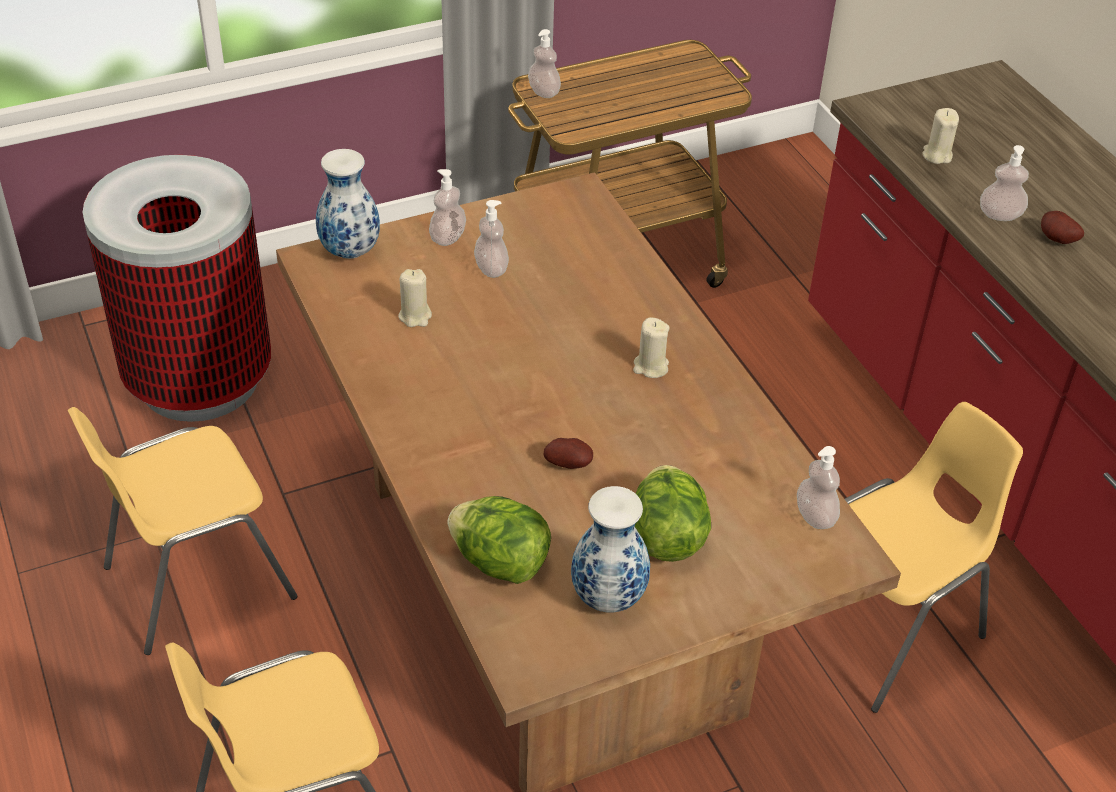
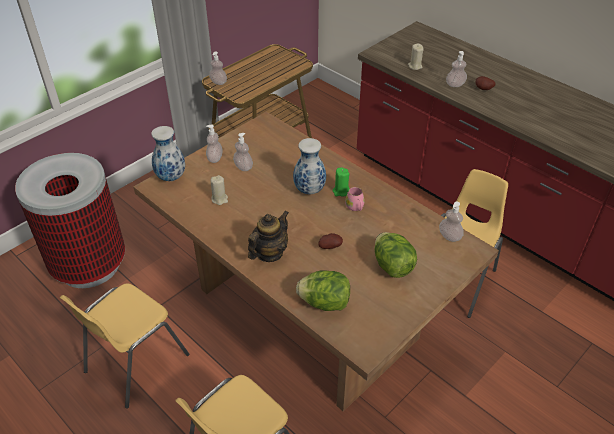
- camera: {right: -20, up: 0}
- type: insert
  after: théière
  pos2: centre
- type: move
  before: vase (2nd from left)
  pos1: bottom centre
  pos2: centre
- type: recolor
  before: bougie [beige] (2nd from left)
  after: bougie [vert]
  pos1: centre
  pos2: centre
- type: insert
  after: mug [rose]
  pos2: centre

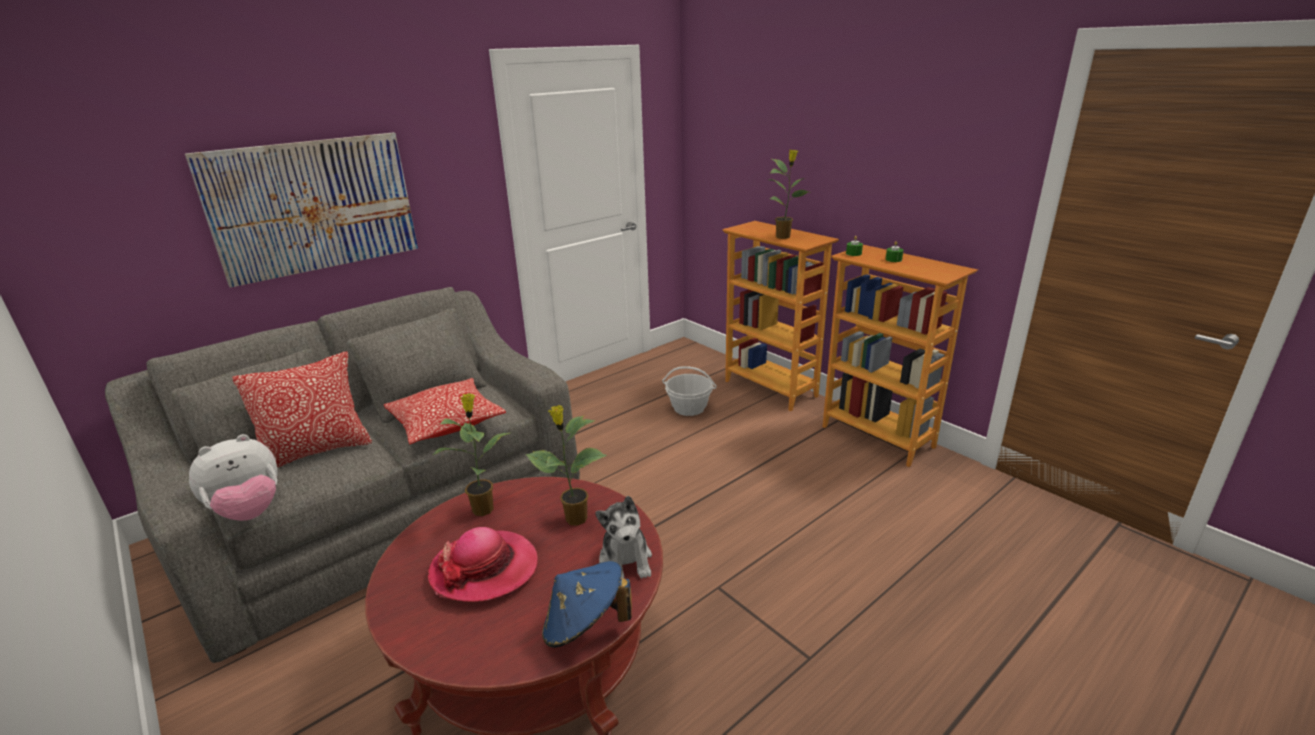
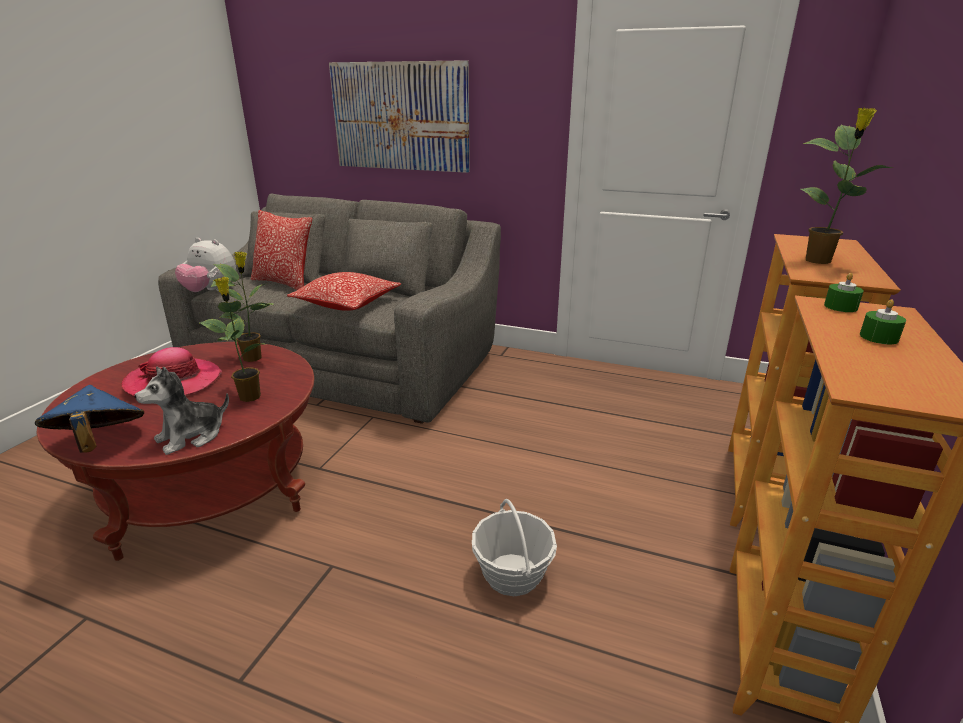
- camera: {right: 60, up: 0}
- type: move
  before: panier
  pos1: centre
  pos2: bottom centre

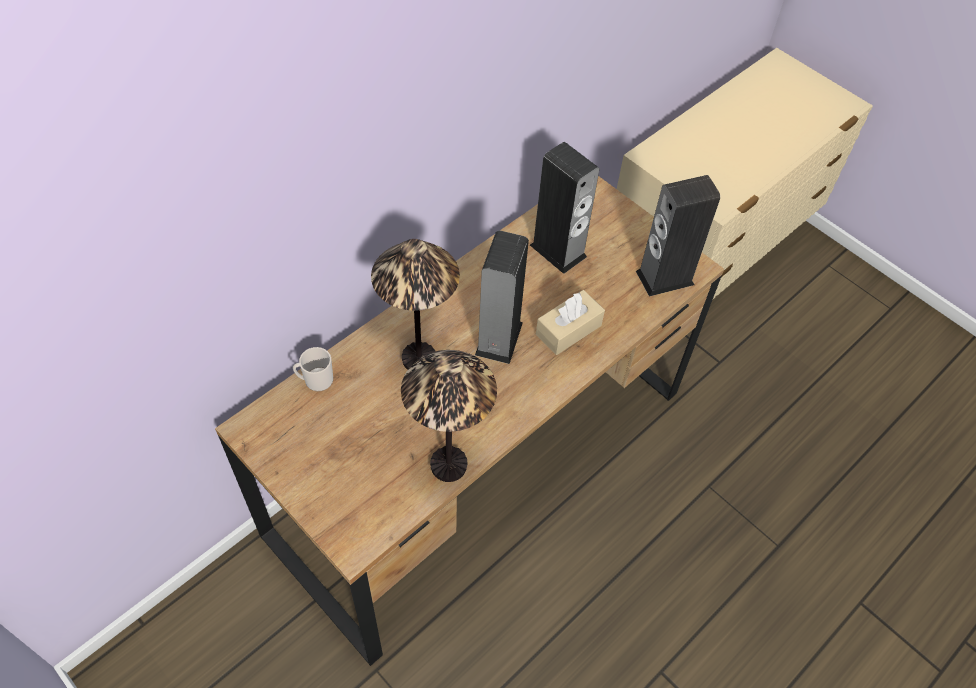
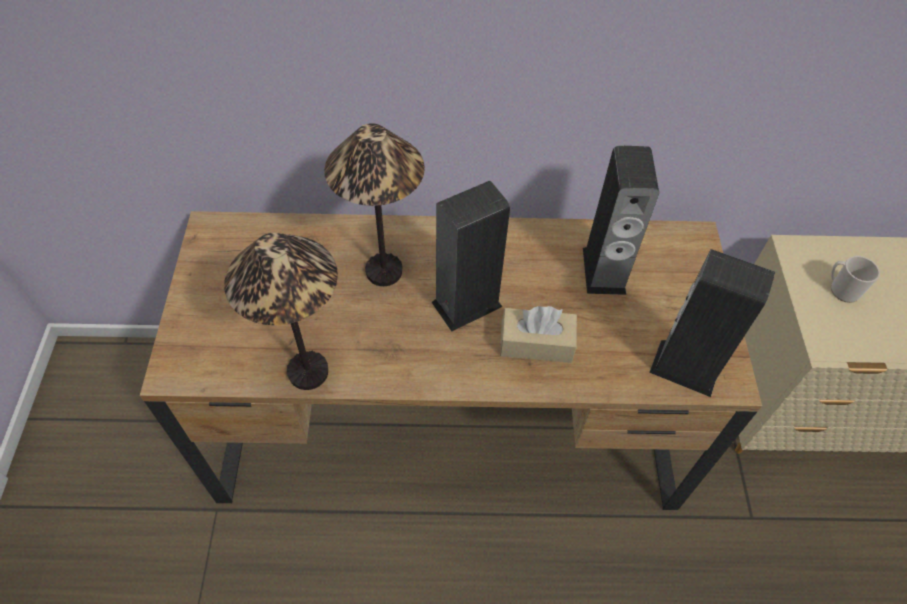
- camera: {right: 45, up: 0}
- type: move
  before: mug
  pos1: middle left
  pos2: middle right

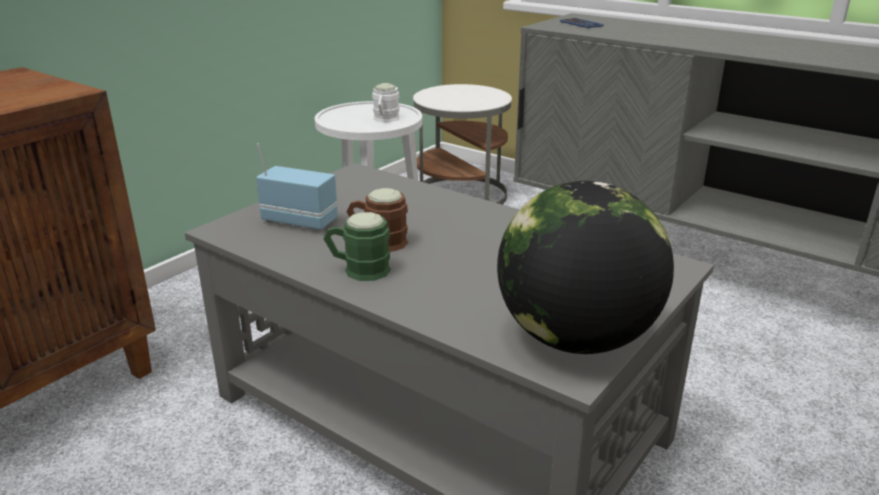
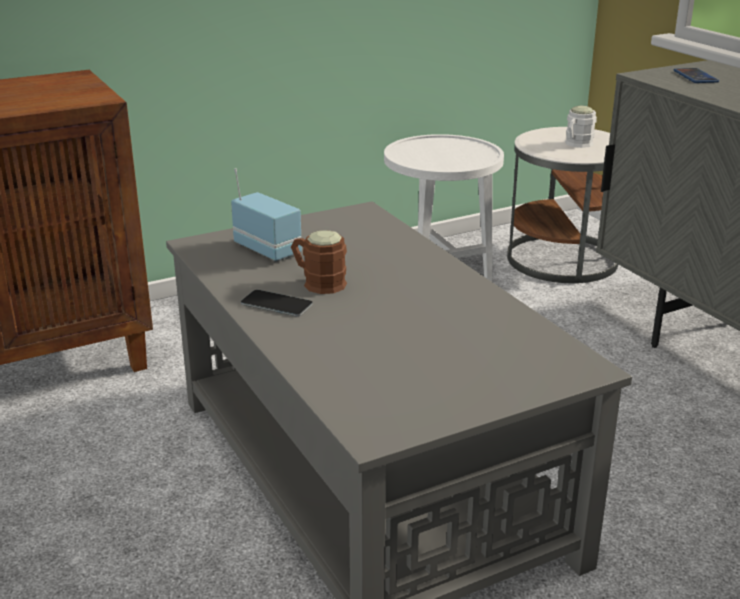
- camera: {right: 25, up: 0}
- type: replace
  before: mug [vert]
  after: téléphone (1st from left)
  pos1: centre
  pos2: centre
- type: move
  before: mug [blanc]
  pos1: top centre
  pos2: top right
- type: delete
  before: globe
  pos1: centre

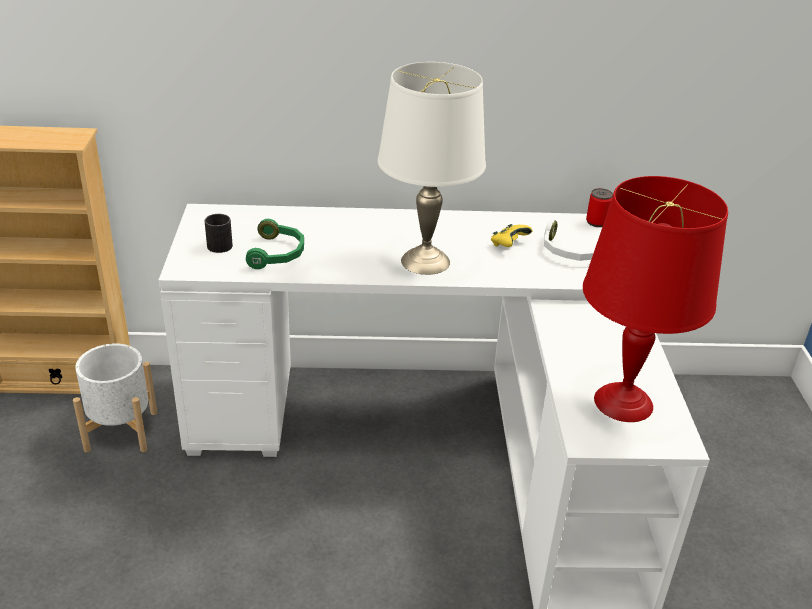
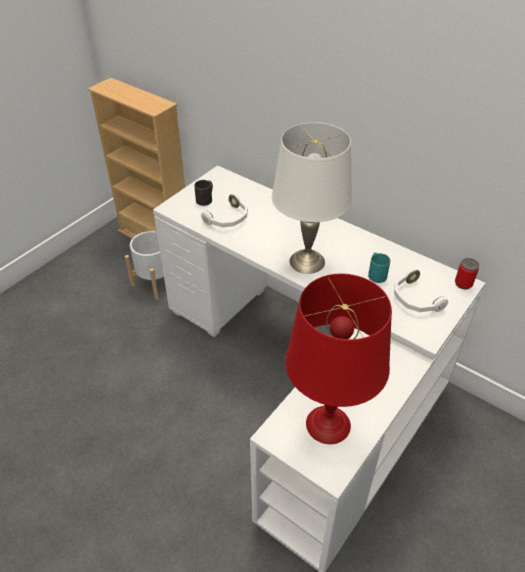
- camera: {right: 40, up: 10}
- type: recolor
  before: casque audio [vert]
  after: casque audio [blanc] (1st from left)
  pos1: centre
  pos2: centre
- type: replace
  before: manette [jaune]
  after: mug [turquoise]
  pos1: centre
  pos2: middle right

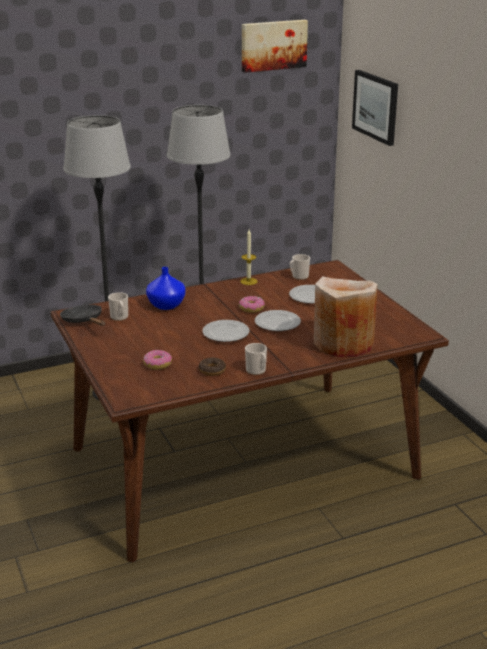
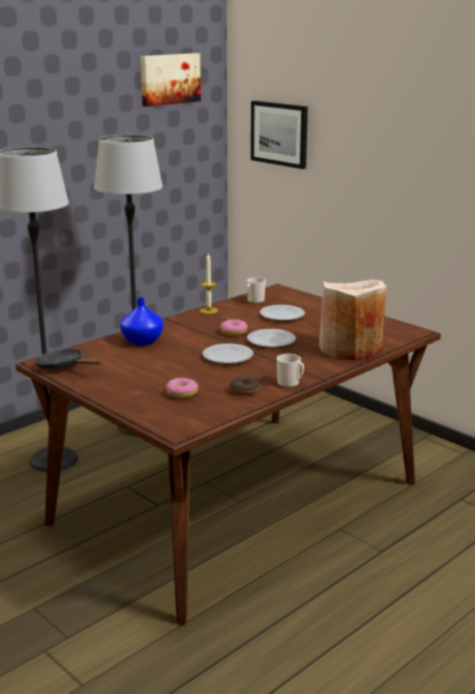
- camera: {right: -20, up: -5}
- type: delete
  before: mug (1st from left)
  pos1: middle left

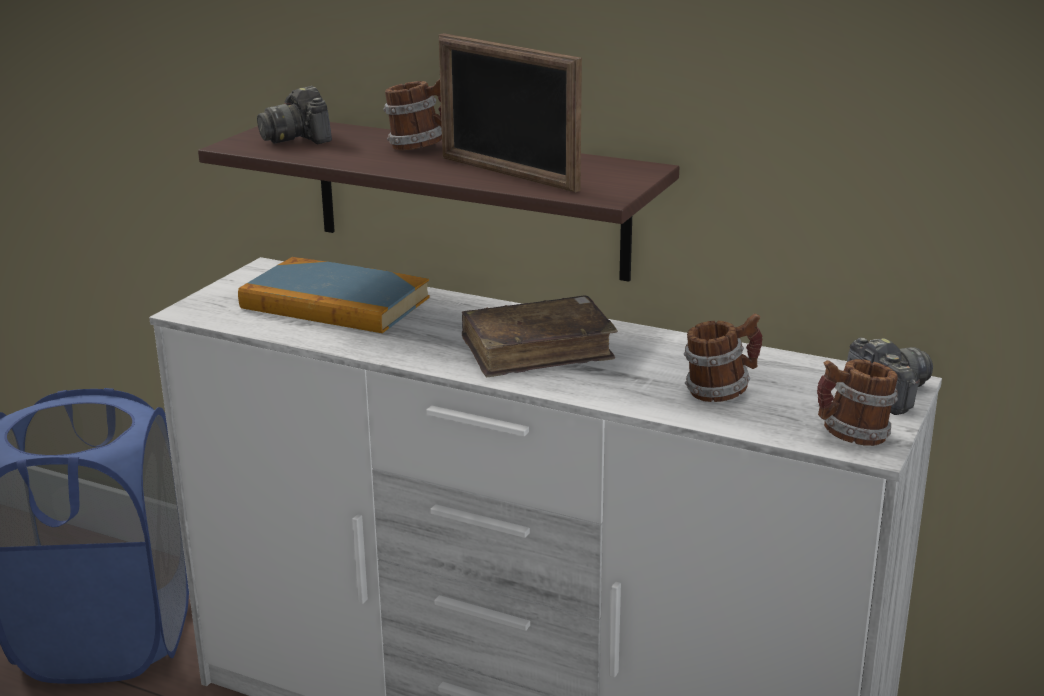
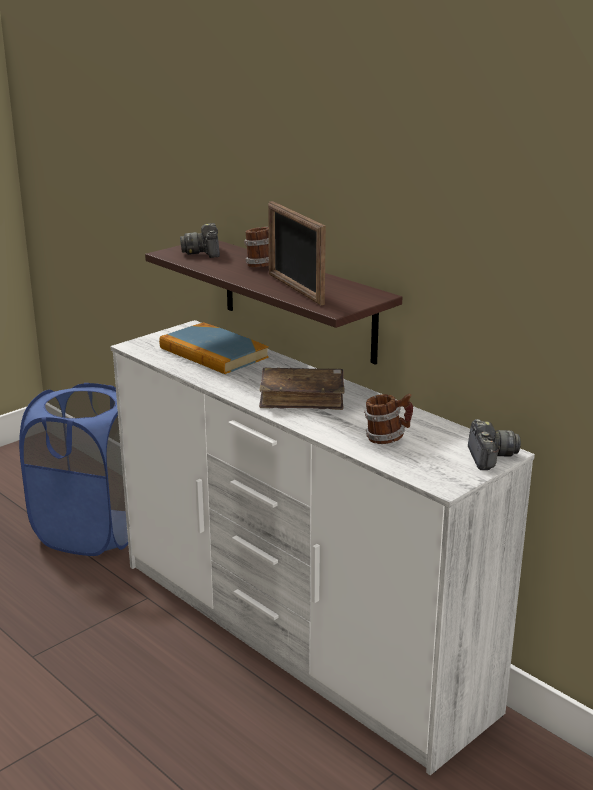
- camera: {right: 20, up: 0}
- type: delete
  before: mug (3rd from left)
  pos1: middle right

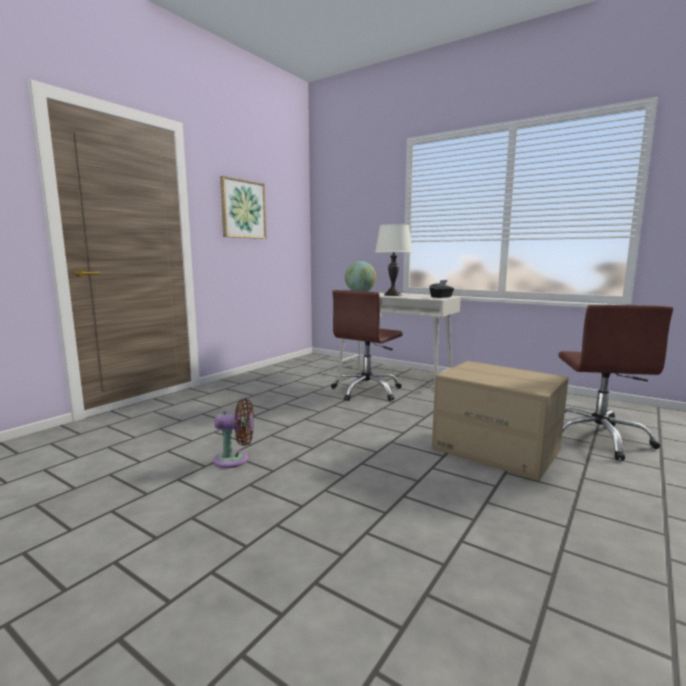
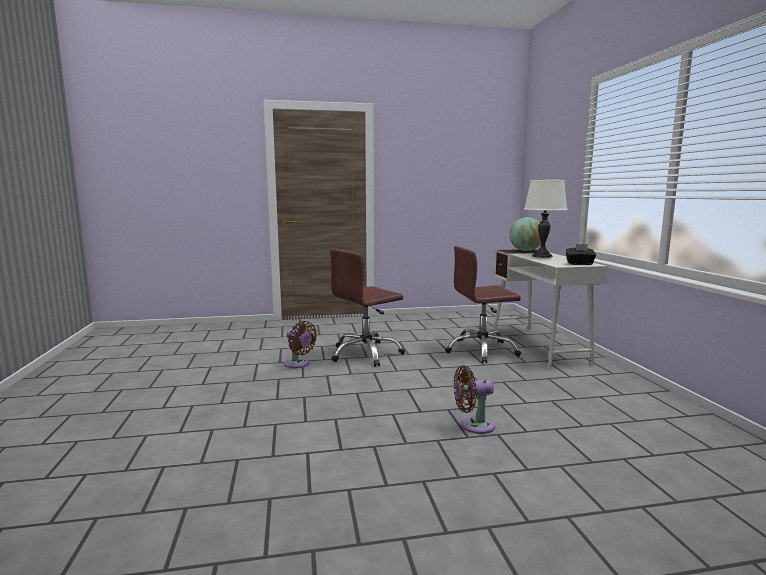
- camera: {right: 45, up: 0}
- type: move
  before: chaise de bureau [marron] (2nd from left in the first image)
  after: chaise de bureau [marron] (1st from left)
  pos1: middle right
  pos2: centre
- type: replace
  before: carton
  after: ventilateur [marron] (2nd from left)
  pos1: middle right
  pos2: bottom centre
- type: delete
  before: tableau
  pos1: top centre

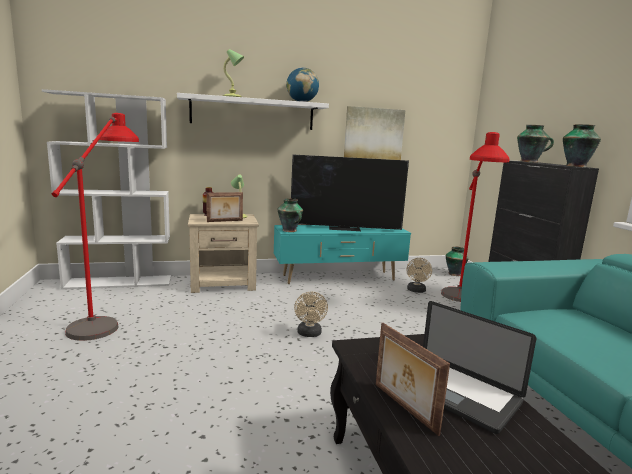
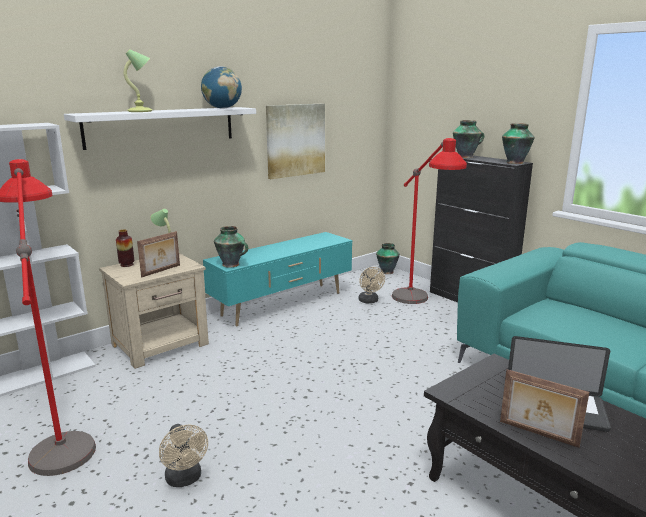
- camera: {right: -25, up: 5}
- type: move
  before: ventilateur [beige] (1st from left)
  pos1: centre
  pos2: bottom left
- type: delete
  before: téléviseur
  pos1: centre

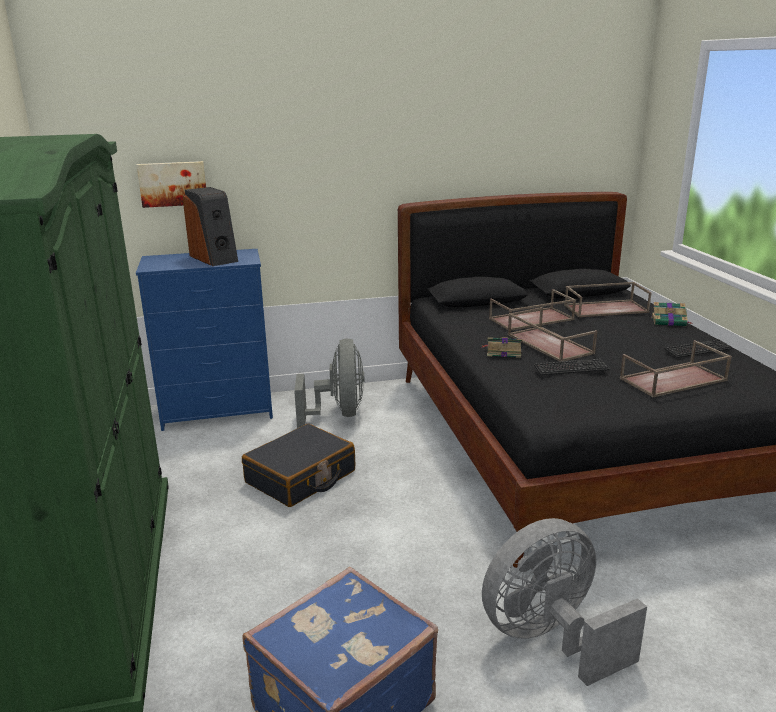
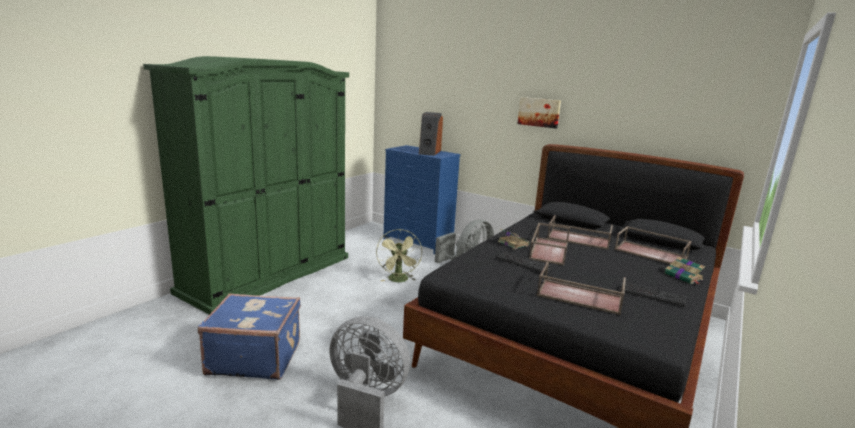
- camera: {right: 45, up: -5}
- type: replace
  before: valise [noir]
  after: ventilateur [vert]
  pos1: centre
  pos2: centre
- type: move
  before: tableau
  pos1: top left
  pos2: top centre

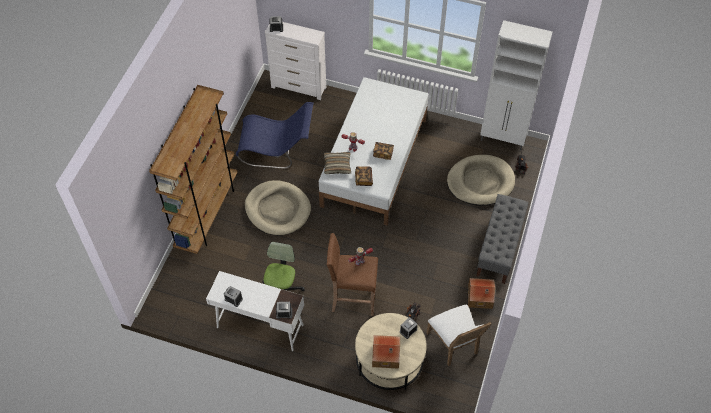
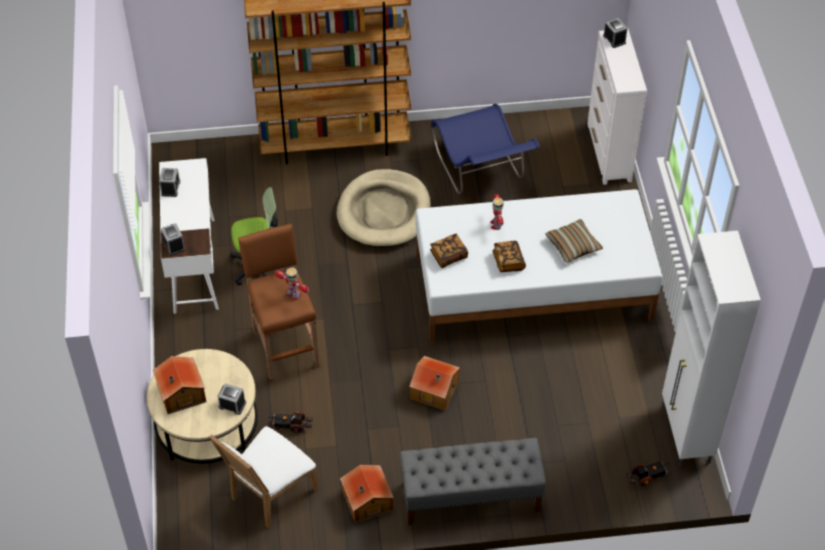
- camera: {right: 65, up: -5}
- type: insert
  after: maison miniature (3rd from left)
  pos2: bottom centre
- type: move
  before: coussin
  pos1: centre
  pos2: middle right
- type: delete
  before: panier pour chien [beige] (2nd from left)
  pos1: middle right

